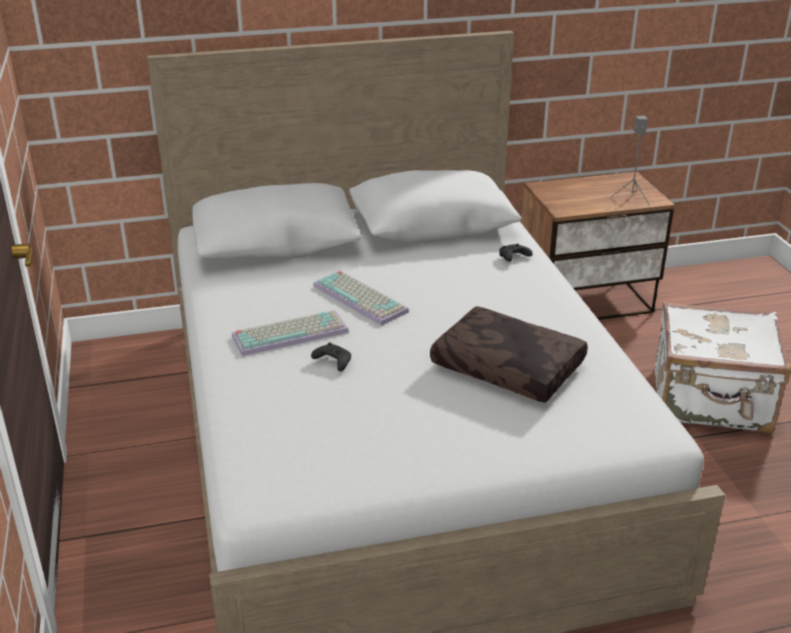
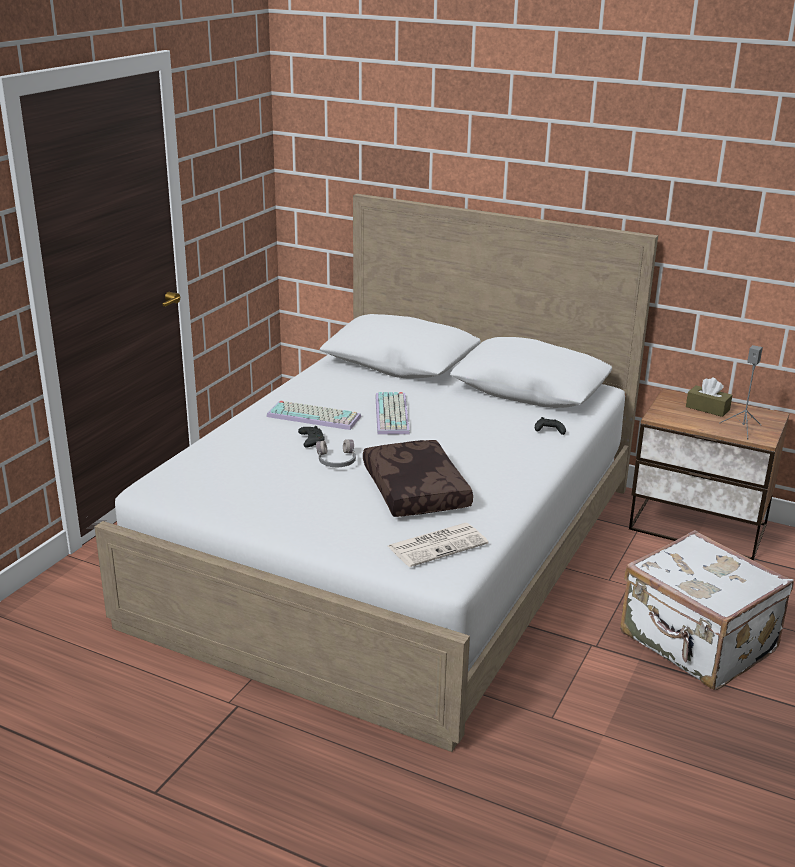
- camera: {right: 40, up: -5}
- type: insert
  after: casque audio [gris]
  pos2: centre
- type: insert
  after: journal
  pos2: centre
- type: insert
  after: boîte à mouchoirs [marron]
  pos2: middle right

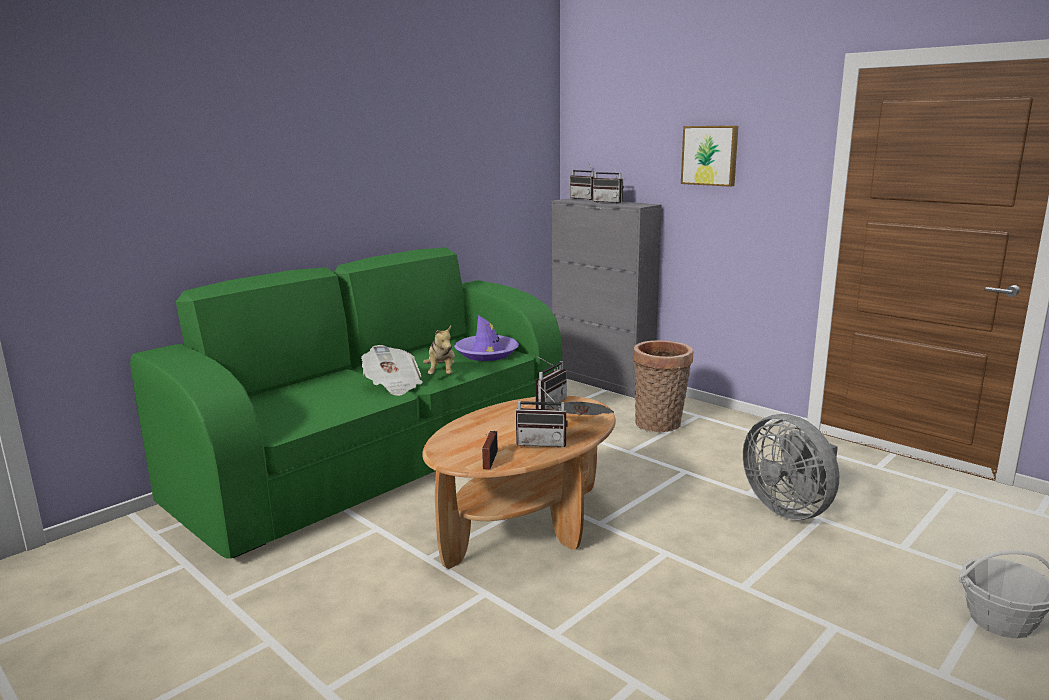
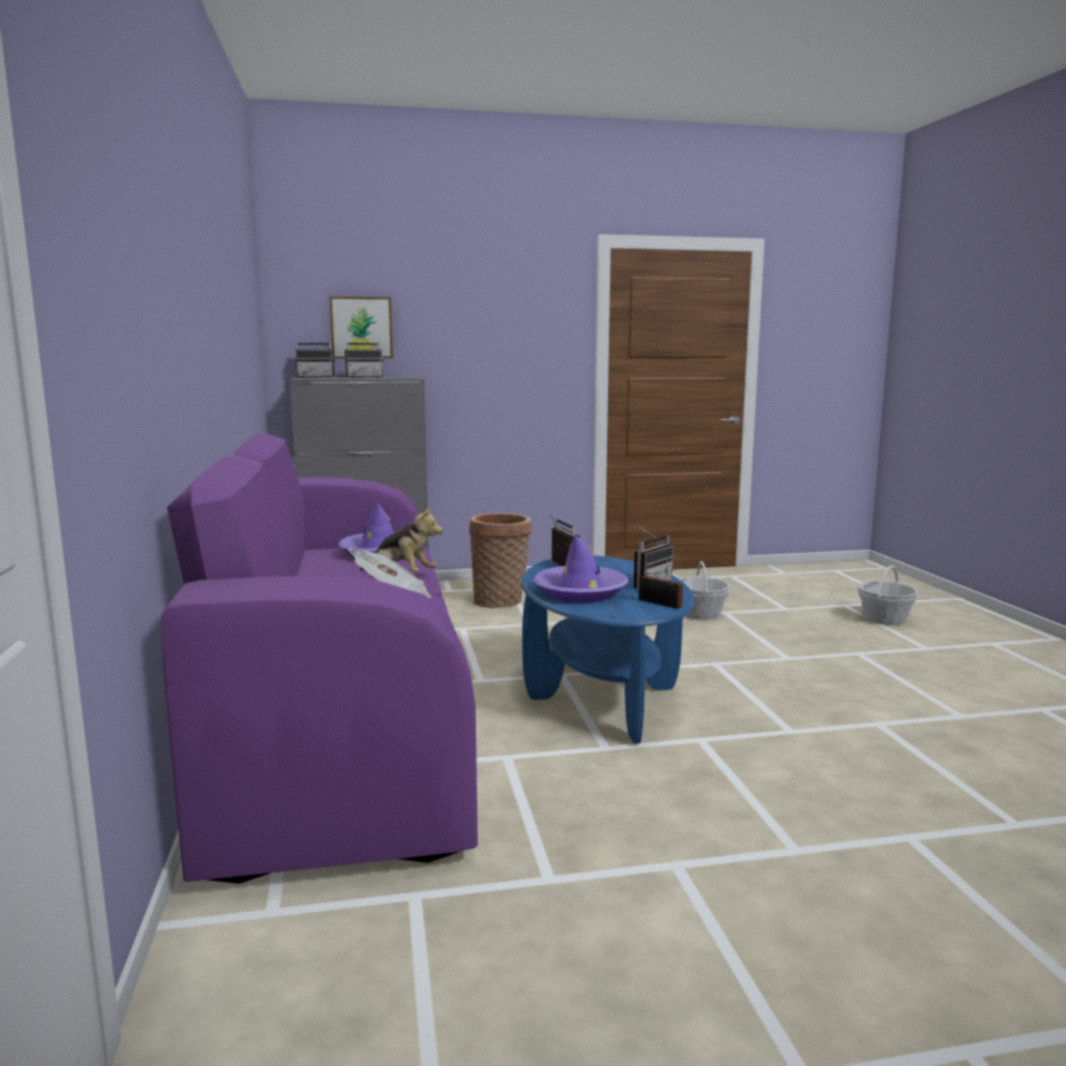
- camera: {right: -55, up: -5}
- type: recolor
  before: canapé [vert]
  after: canapé [violet]
  pos1: middle left
  pos2: middle left
- type: move
  before: tableau
  pos1: top right
  pos2: top centre
- type: recolor
  before: table basse [marron]
  after: table basse [bleu]
  pos1: bottom centre
  pos2: centre
- type: insert
  after: chapeau [violet] (2nd from left)
  pos2: centre
- type: replace
  before: ventilateur [gris]
  after: panier (2nd from left)
  pos1: bottom right
  pos2: centre
- type: delete
  before: journal (2nd from left)
  pos1: centre

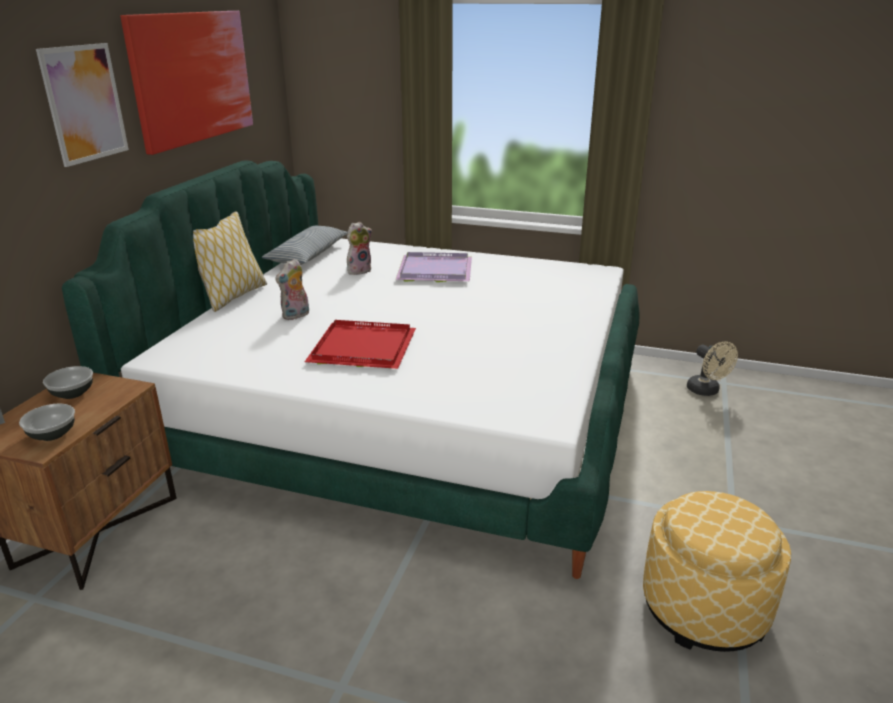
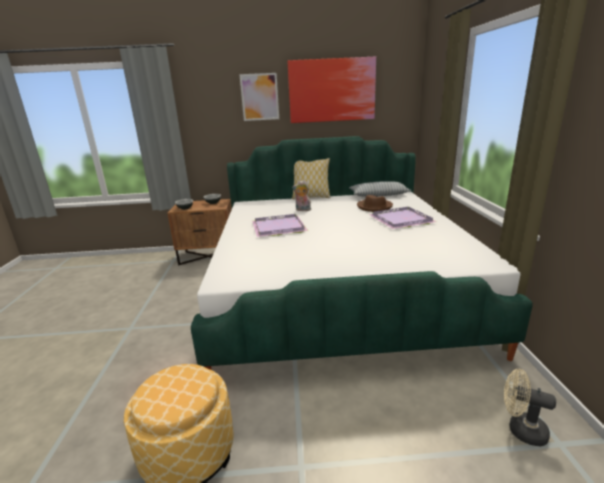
- camera: {right: 70, up: -5}
- type: recolor
  before: plateau [rouge]
  after: plateau [violet] (1st from left)
  pos1: centre
  pos2: centre
- type: replace
  before: peluche (2nd from left)
  after: chapeau [marron]
  pos1: centre
  pos2: centre
- type: rotate
  before: ventilateur [beige]
  pos1: middle right
  pos2: bottom right
  turn: 75

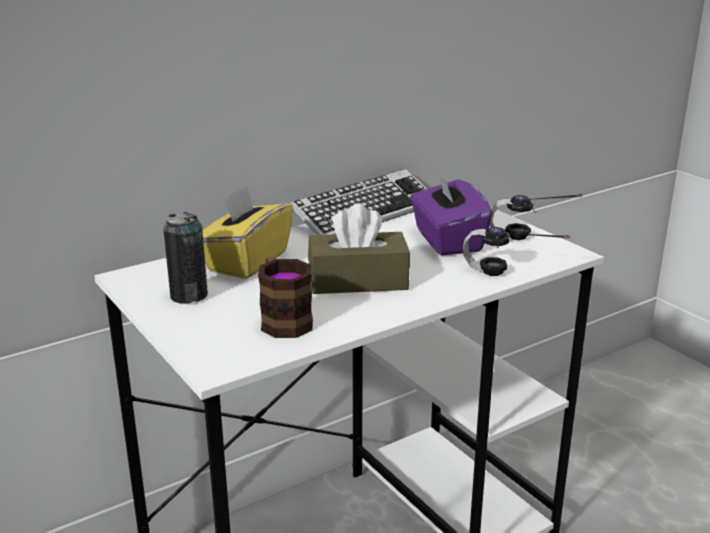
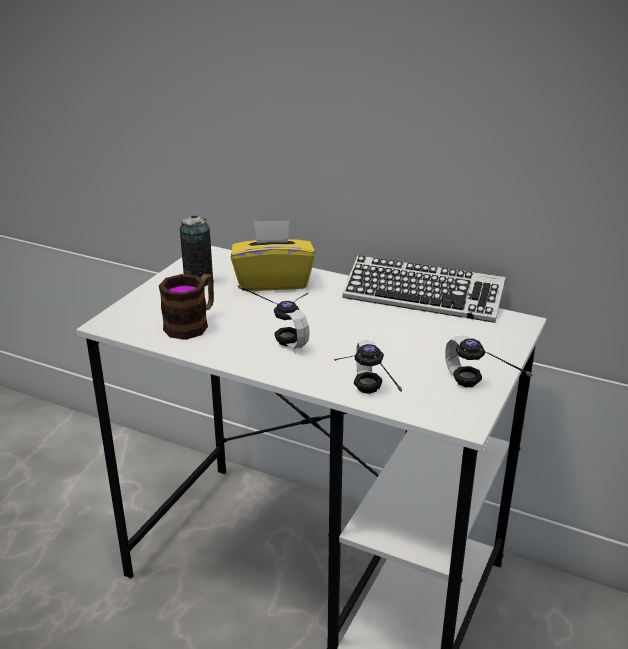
- camera: {right: 60, up: 5}
- type: replace
  before: boîte à mouchoirs [marron]
  after: casque audio (1st from left)
  pos1: centre
  pos2: centre
- type: delete
  before: boîte à mouchoirs [violet]
  pos1: centre

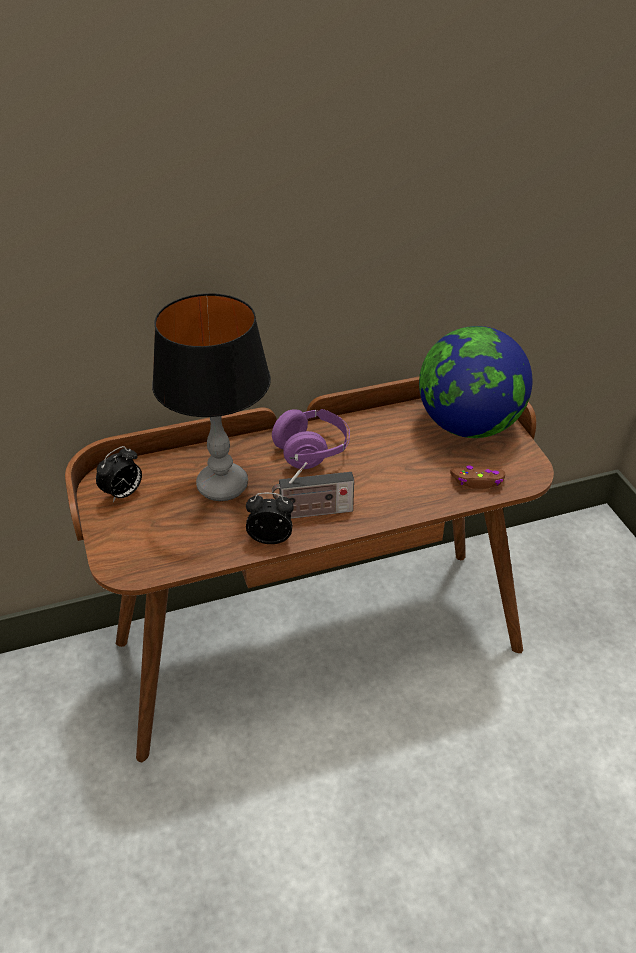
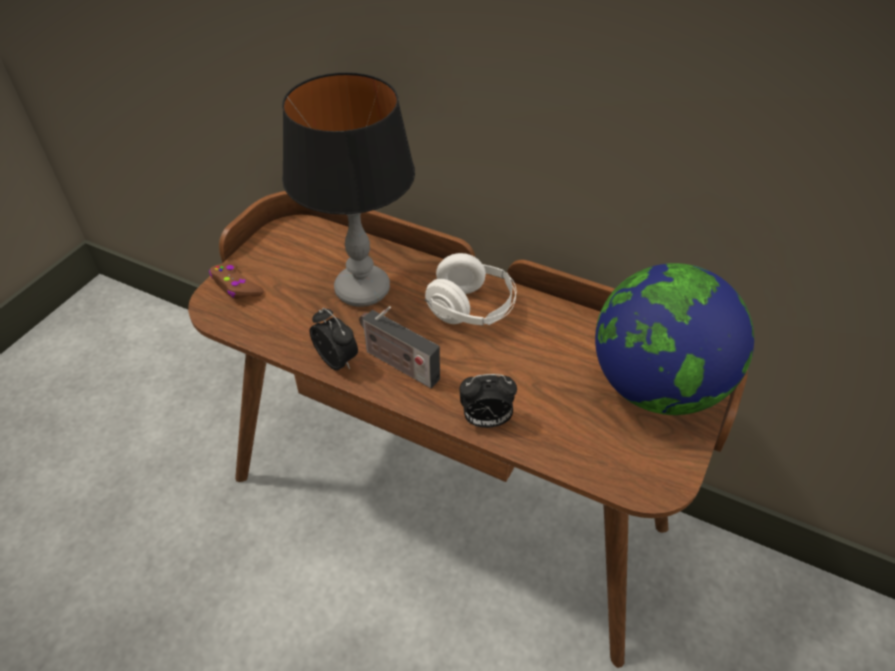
- camera: {right: 45, up: 5}
- type: move
  before: manette [marron]
  pos1: middle right
  pos2: middle left
- type: recolor
  before: casque audio [violet]
  after: casque audio [blanc]
  pos1: centre
  pos2: centre
- type: move
  before: réveil (1st from left in the first image)
  after: réveil (2nd from left)
  pos1: middle left
  pos2: centre

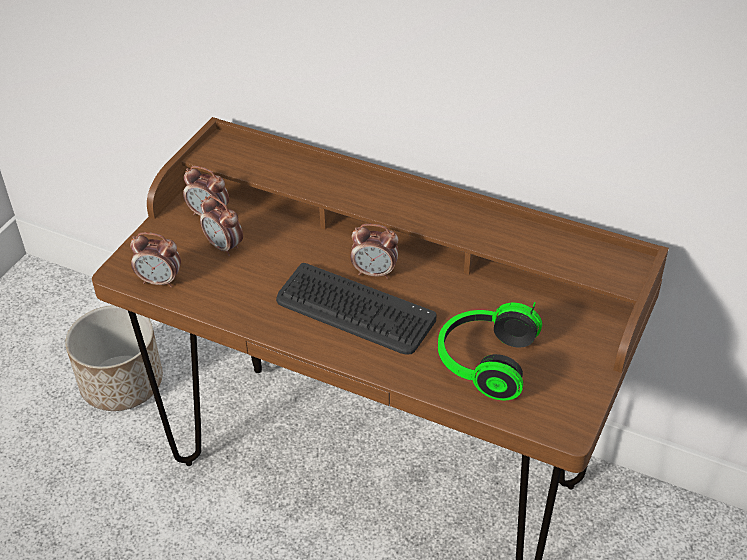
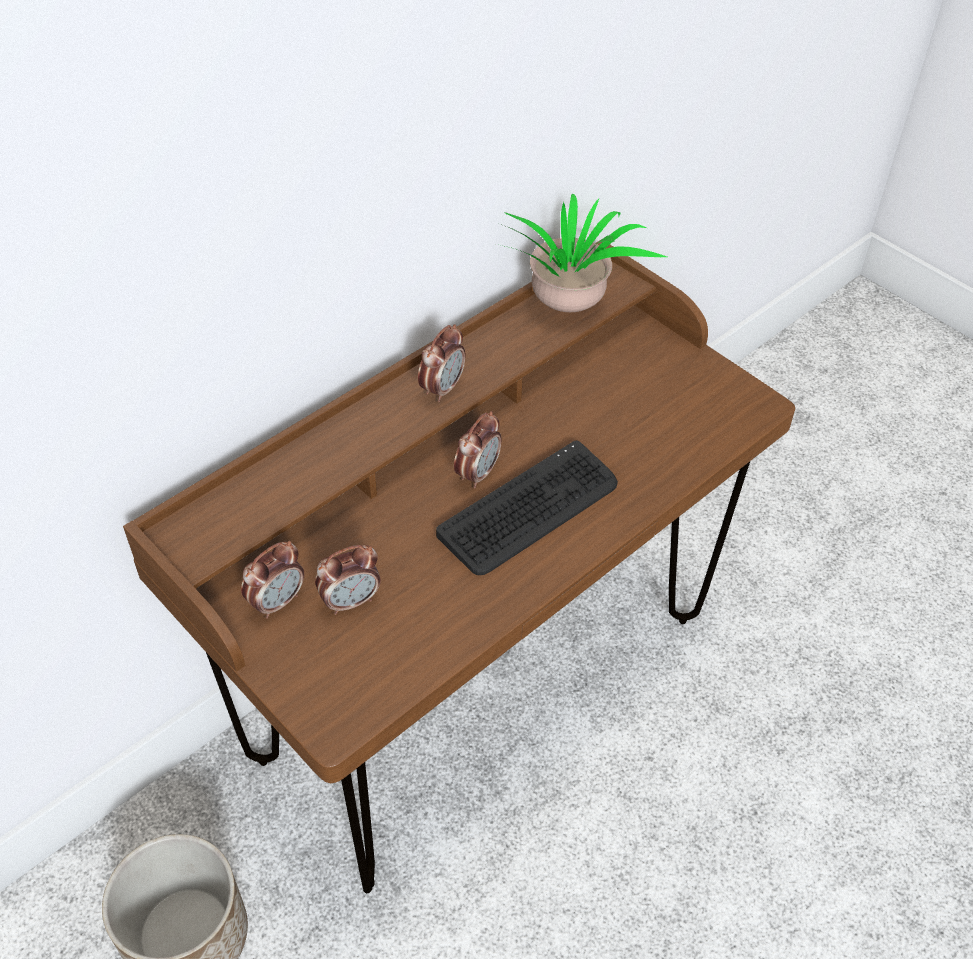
- camera: {right: -70, up: 5}
- type: move
  before: réveil (1st from left in the first image)
  after: réveil (3rd from left)
  pos1: middle left
  pos2: centre
- type: insert
  after: plante en pot
  pos2: top centre
- type: delete
  before: casque audio
  pos1: centre

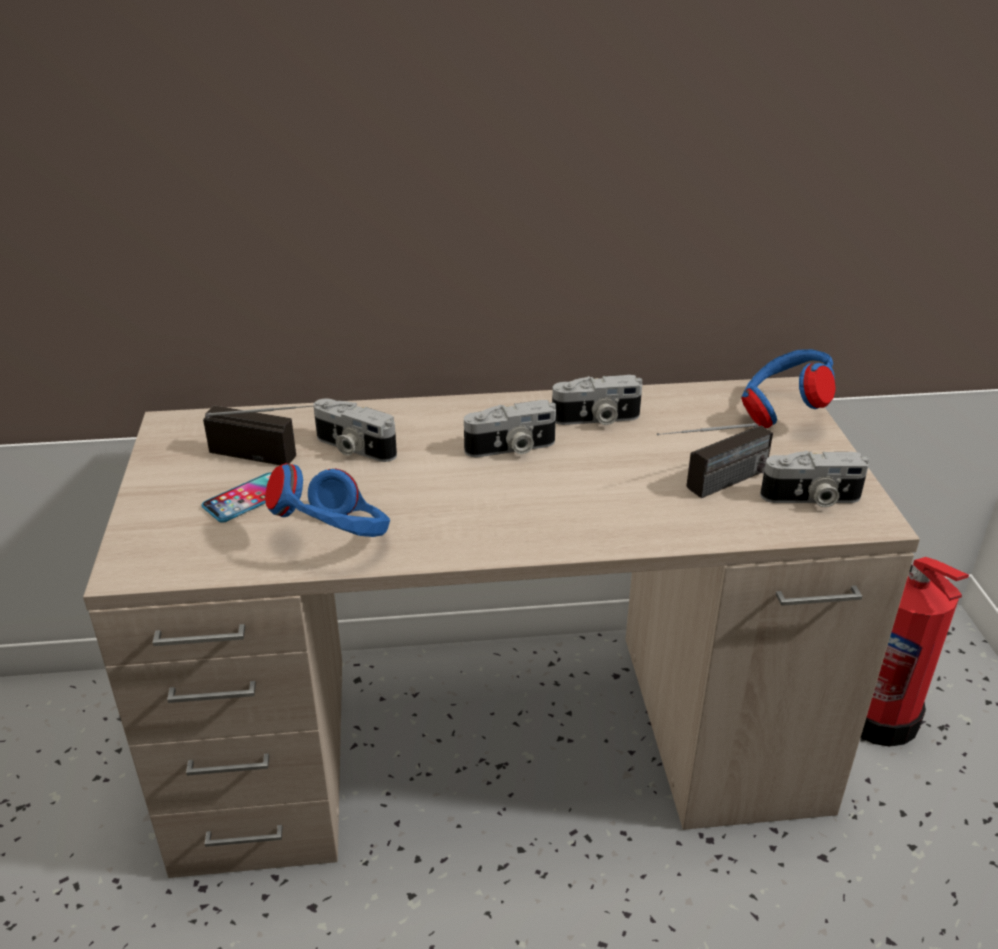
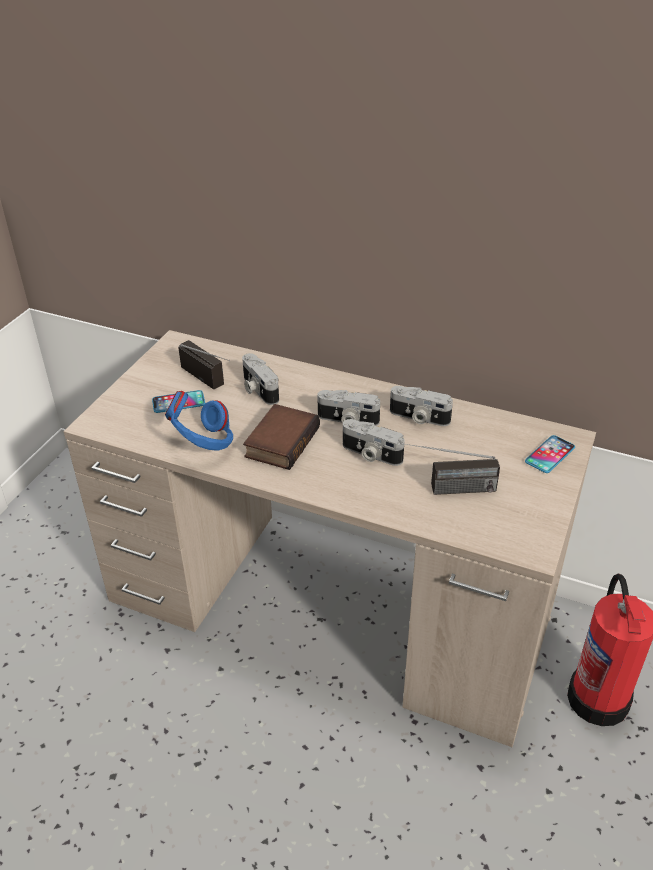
- camera: {right: 30, up: 5}
- type: insert
  after: livre
  pos2: centre
- type: move
  before: appareil photo (4th from left in the first image)
  after: appareil photo (3rd from left)
  pos1: middle right
  pos2: centre
- type: replace
  before: casque audio [bleu] (2nd from left)
  after: téléphone (2nd from left)
  pos1: middle right
  pos2: middle right

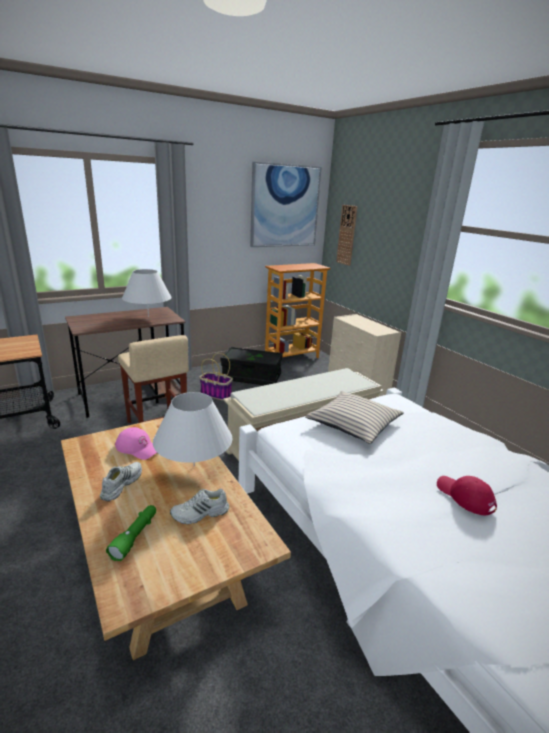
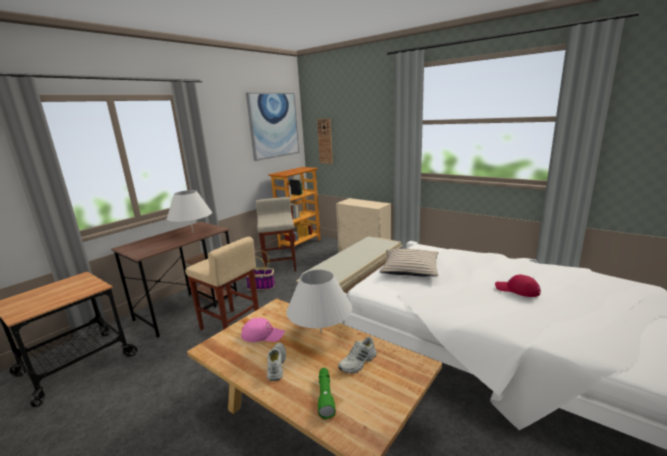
- camera: {right: -20, up: -5}
- type: replace
  before: boîte de rangement [noir]
  after: tabouret [beige] (2nd from left)
  pos1: centre
  pos2: centre

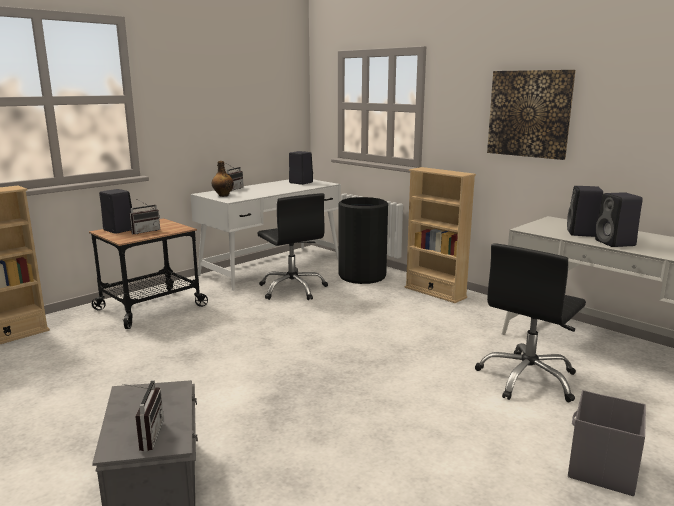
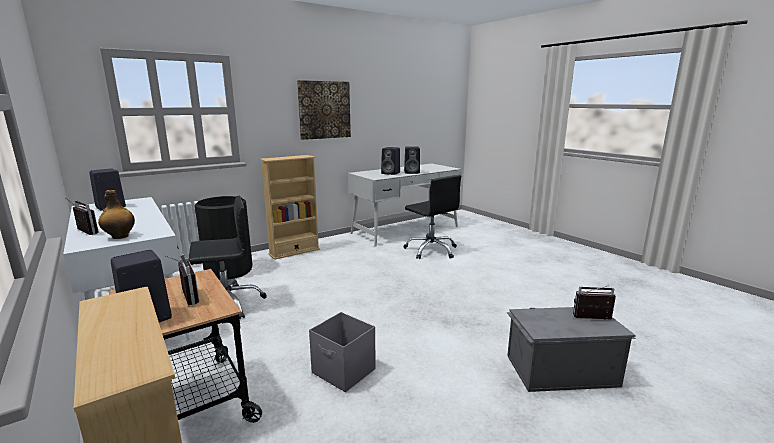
- camera: {right: -80, up: 0}
- type: move
  before: boîte de rangement [gris] (2nd from left in the first image)
  after: boîte de rangement [gris] (1st from left)
  pos1: bottom right
  pos2: bottom centre

